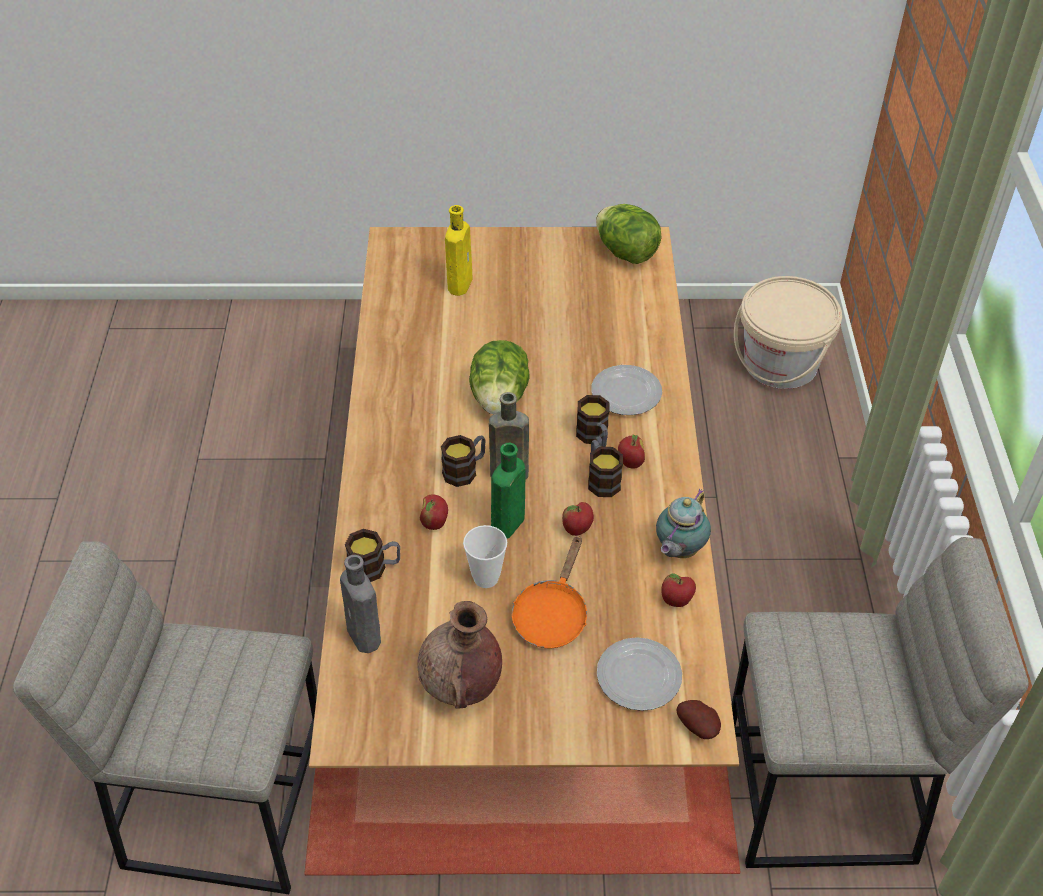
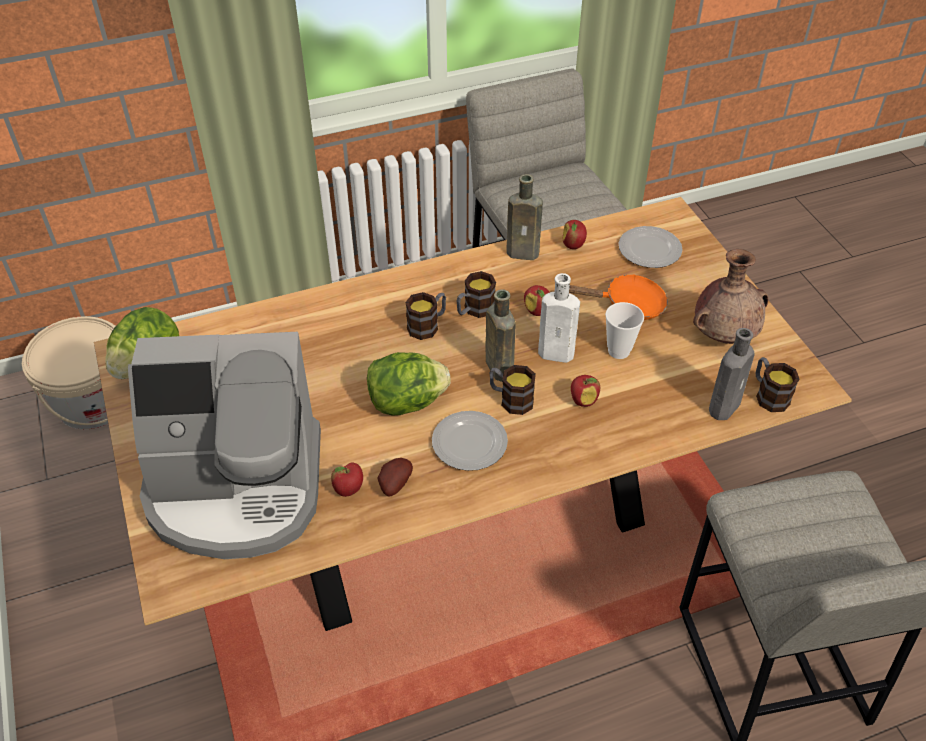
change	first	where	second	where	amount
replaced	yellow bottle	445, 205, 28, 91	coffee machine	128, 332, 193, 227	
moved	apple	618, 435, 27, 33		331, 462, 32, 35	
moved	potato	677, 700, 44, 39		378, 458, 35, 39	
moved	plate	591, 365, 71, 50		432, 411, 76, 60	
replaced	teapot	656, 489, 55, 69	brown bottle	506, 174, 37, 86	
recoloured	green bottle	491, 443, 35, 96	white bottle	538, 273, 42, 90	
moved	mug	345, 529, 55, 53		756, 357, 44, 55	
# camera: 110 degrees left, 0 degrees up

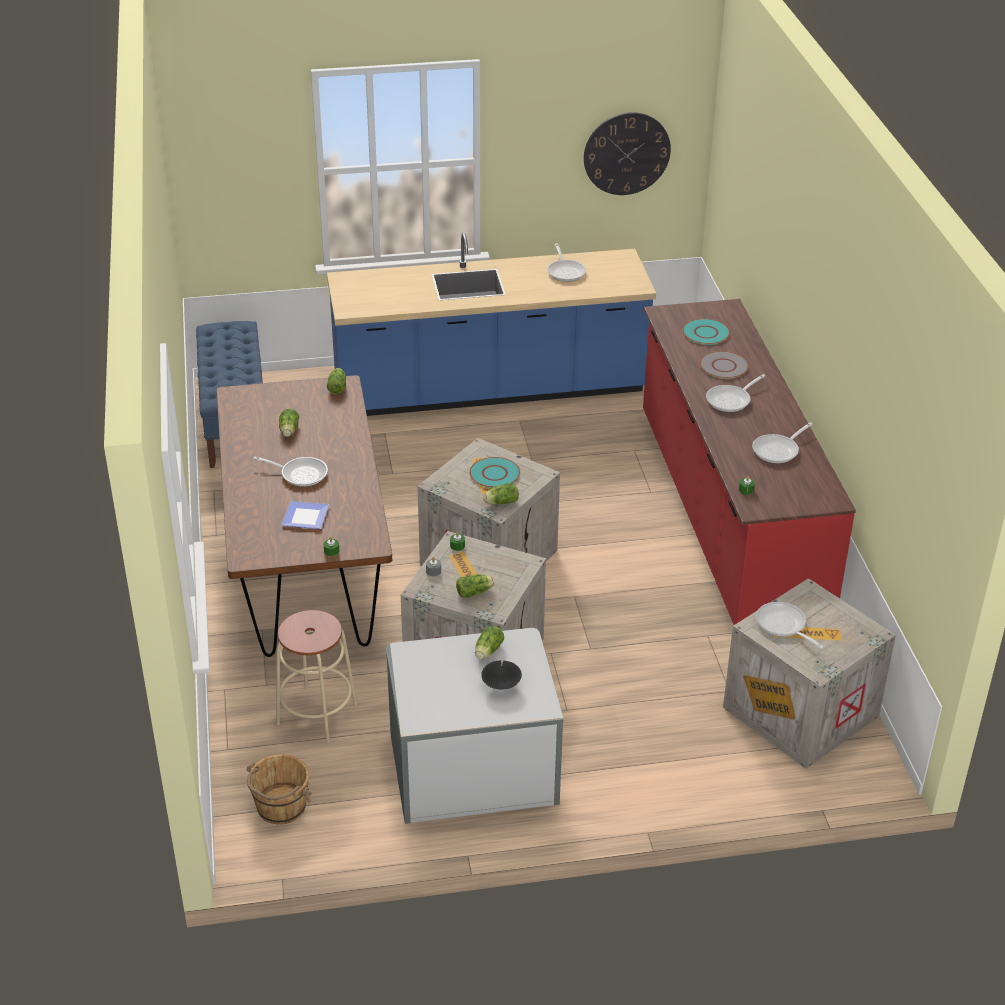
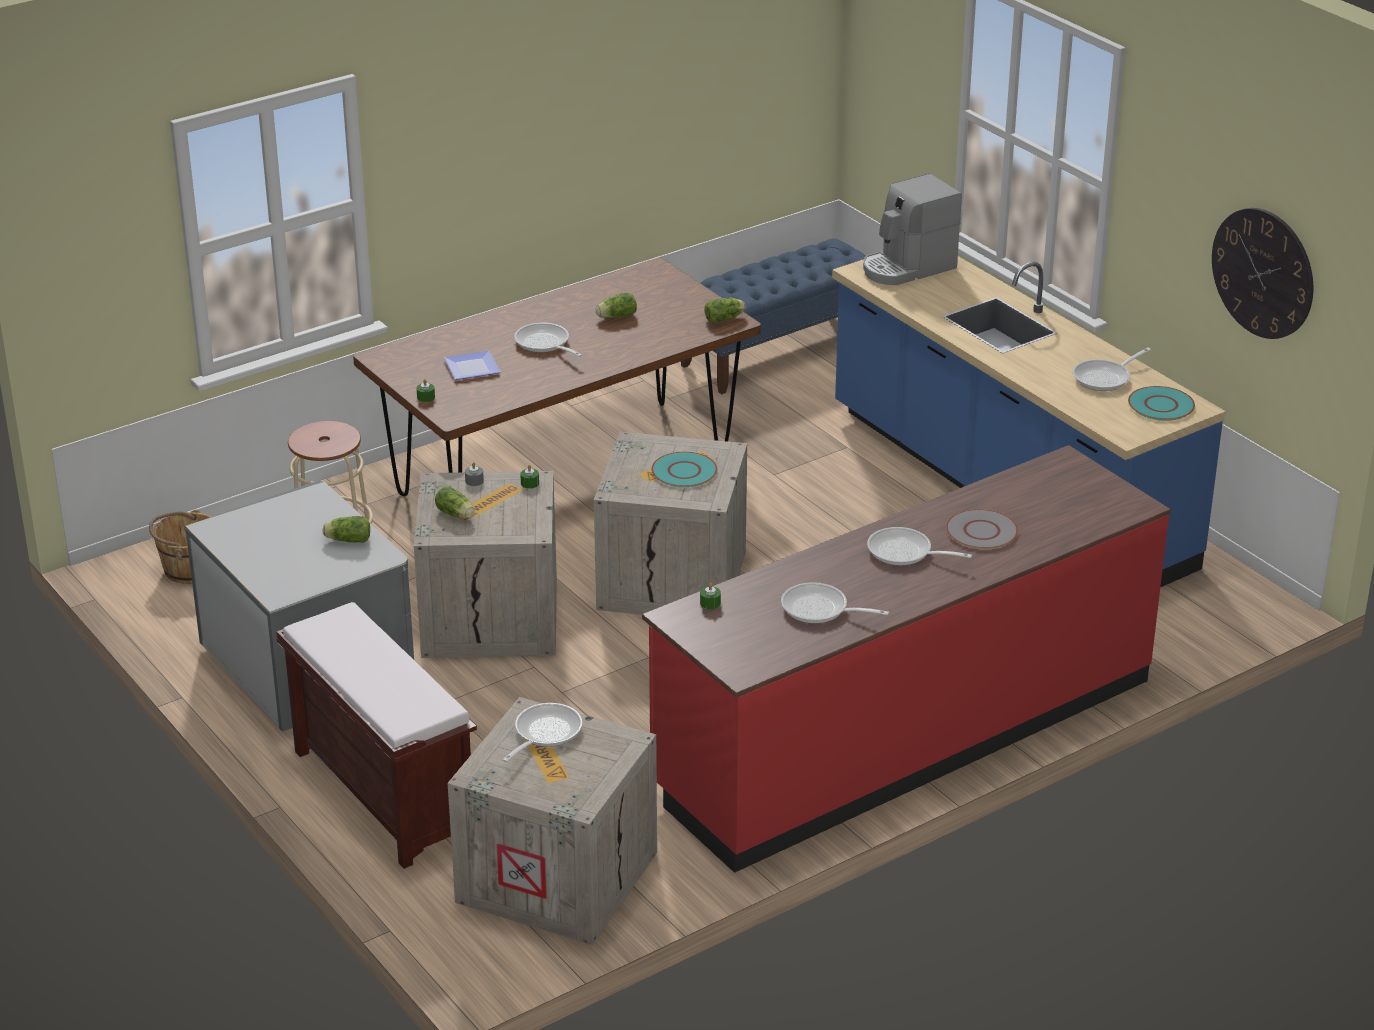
change	first	where	second	where	amount
added			brown bench	276, 602, 201, 267	
turned	frying pan	253, 457, 75, 30		514, 323, 68, 34	150 degrees clockwise
added			coffee machine	863, 174, 99, 111	
moved	turquoise plate	682, 319, 48, 26		1128, 386, 67, 35	
removed	black bowl	481, 660, 41, 29			
removed	lettuce	483, 483, 36, 22			
# camera: 65 degrees right, 5 degrees down

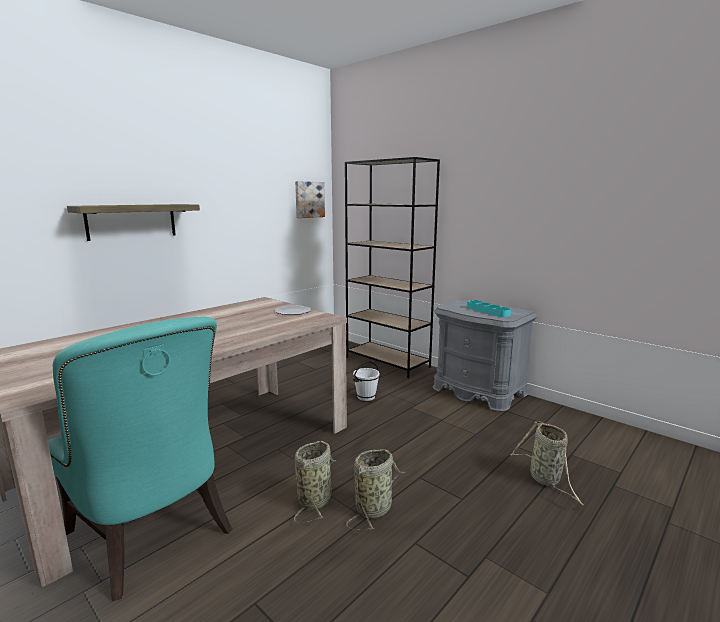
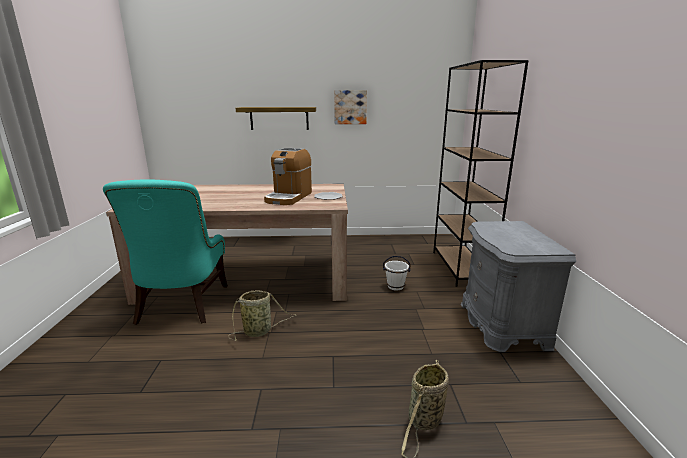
change	first	where	second	where	amount
added			coffee machine	264, 148, 48, 57	
moved	picture	295, 181, 30, 37		334, 90, 33, 34	
removed	basket	346, 449, 60, 81			
removed	turquoise tray	467, 300, 44, 17			
# camera: 45 degrees right, 5 degrees up

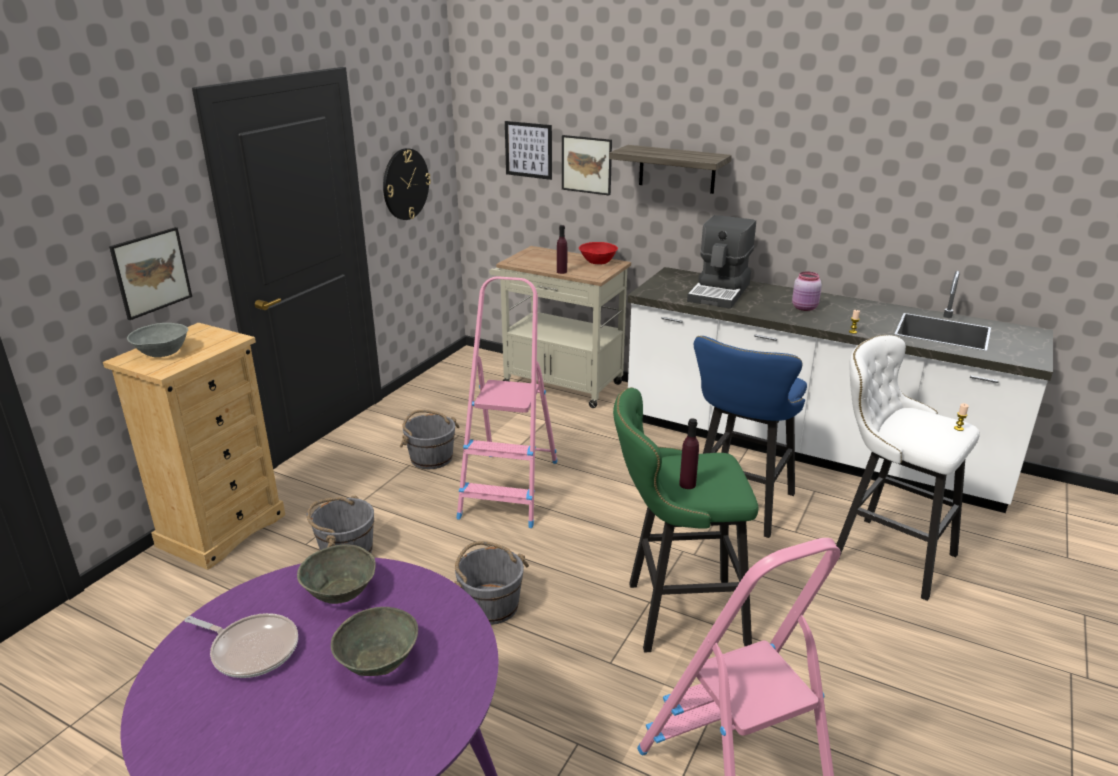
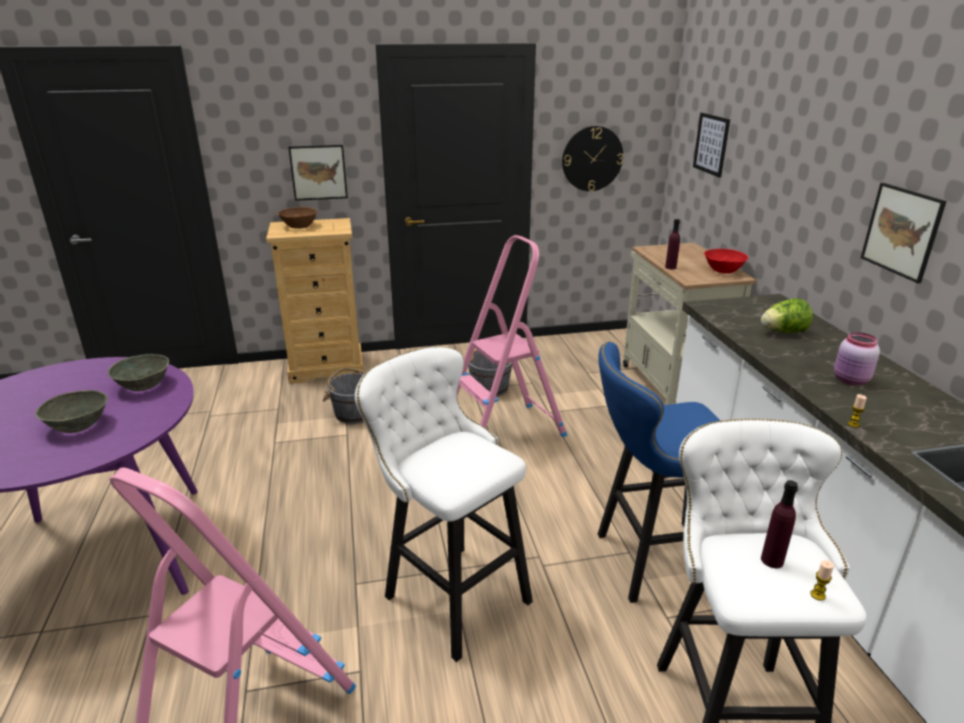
change	first	where	second	where	amount
recoloured	grey bowl	127, 323, 61, 34	brown bowl	277, 207, 41, 22	
recoloured	green stool	613, 387, 145, 266	white stool	355, 346, 178, 316	
replaced	coffee machine	687, 215, 69, 94	lettuce	761, 298, 52, 35	
moved	purple bottle	679, 418, 20, 71		761, 480, 37, 88	
moved	picture	562, 135, 50, 61		861, 183, 86, 100	
removed	frying pan	185, 613, 113, 65			
removed	grey bucket	454, 541, 75, 84			
removed	shelf	609, 145, 123, 49			
# camera: 50 degrees right, 0 degrees up

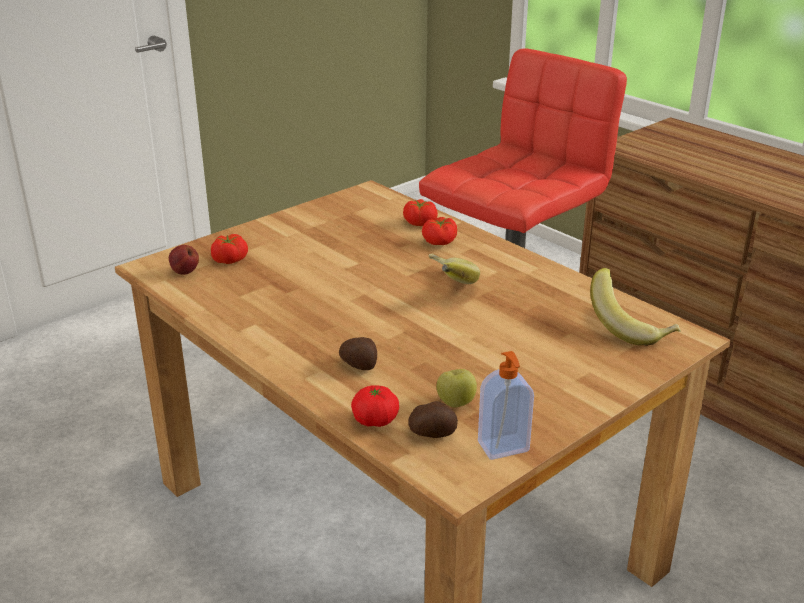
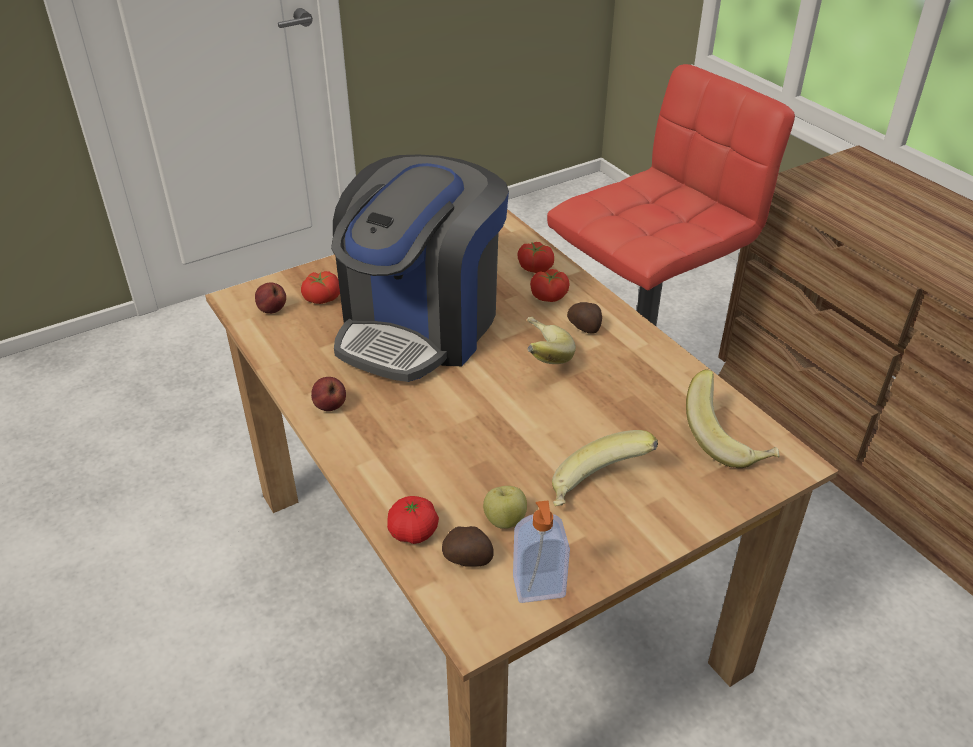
change	first	where	second	where	amount
added			apple	311, 377, 35, 34	
added			coffee machine	331, 155, 178, 227	
added			banana	552, 430, 106, 76	
moved	potato	339, 337, 38, 33		567, 302, 35, 32	
# camera: 10 degrees right, 10 degrees up

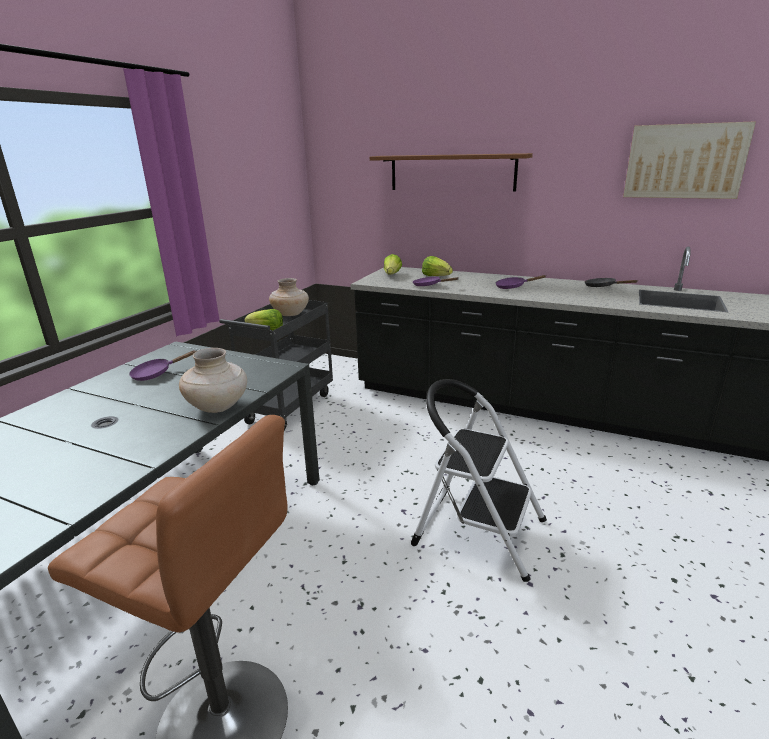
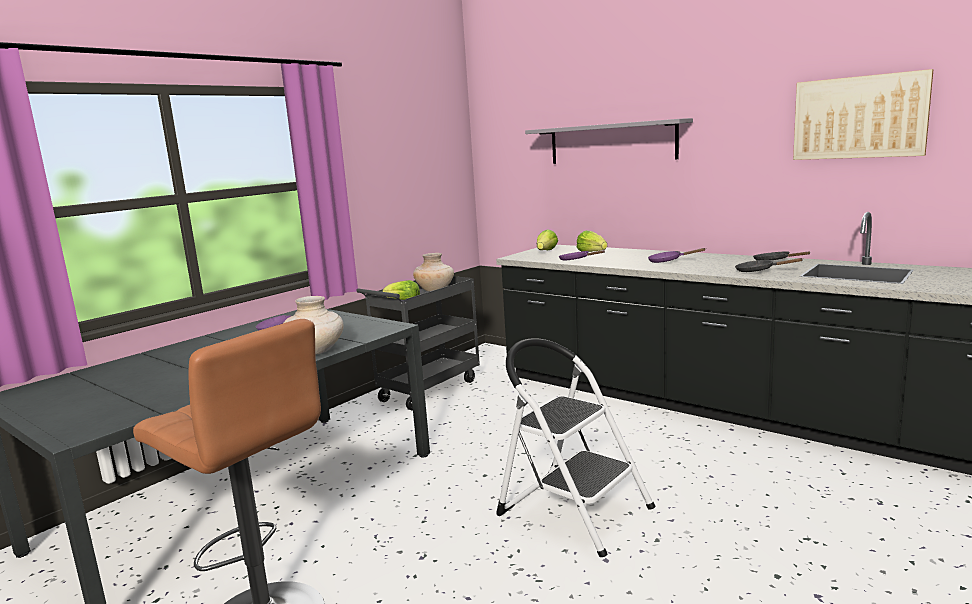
change	first	where	second	where	amount
recoloured	brown shelf	370, 153, 163, 39	grey shelf	525, 118, 168, 46	
added			black frying pan	735, 258, 67, 14	
# camera: 15 degrees right, 10 degrees down

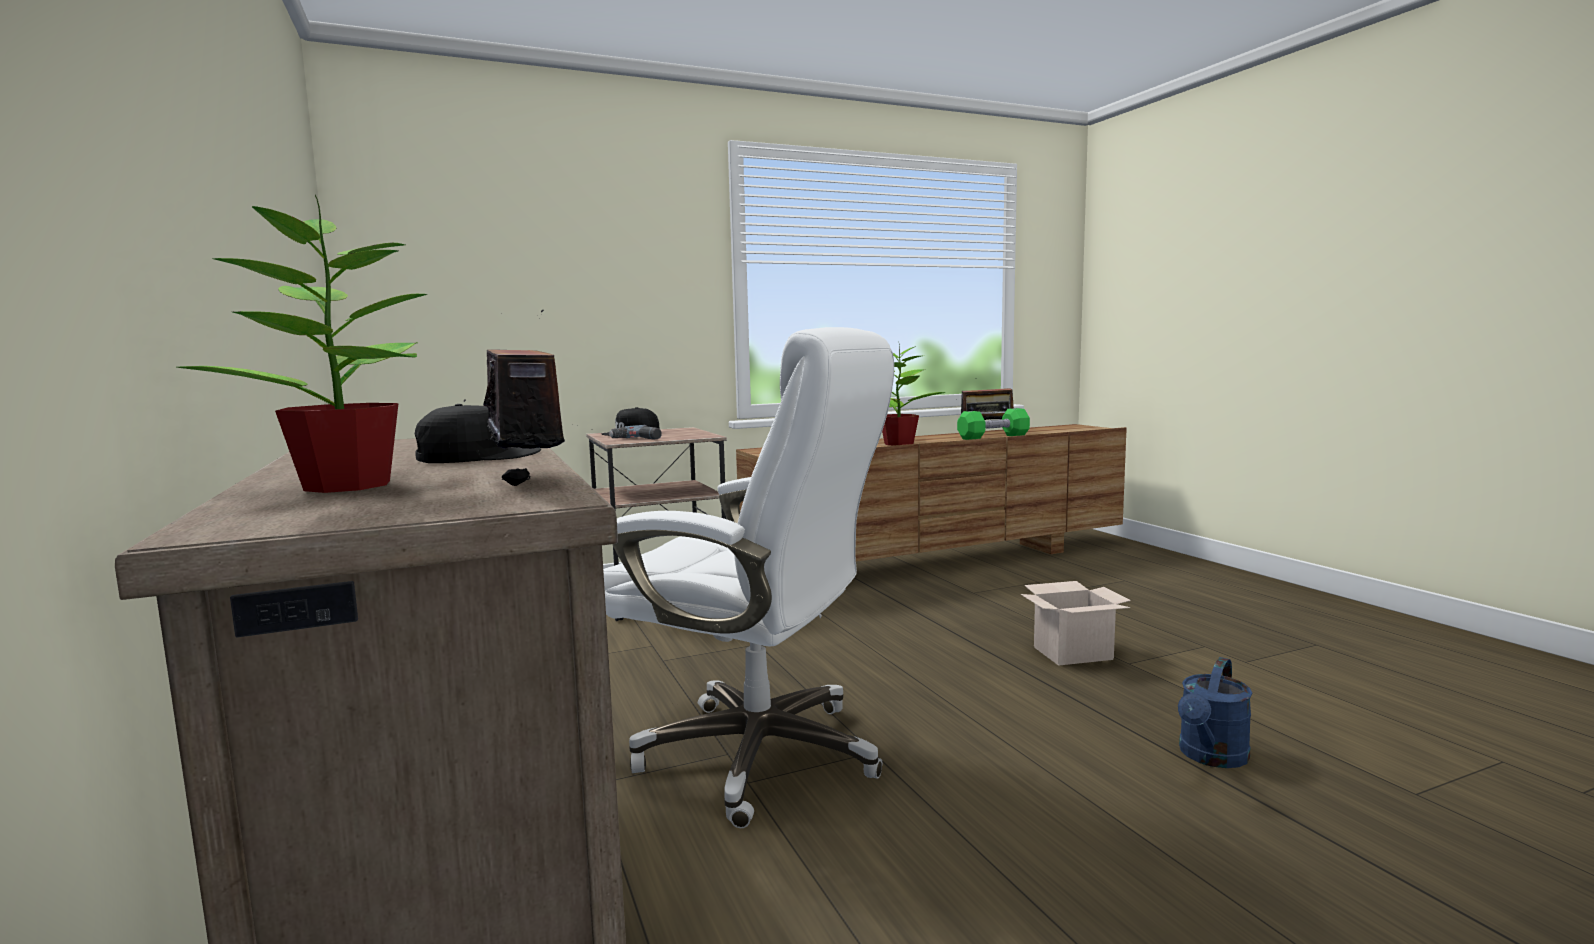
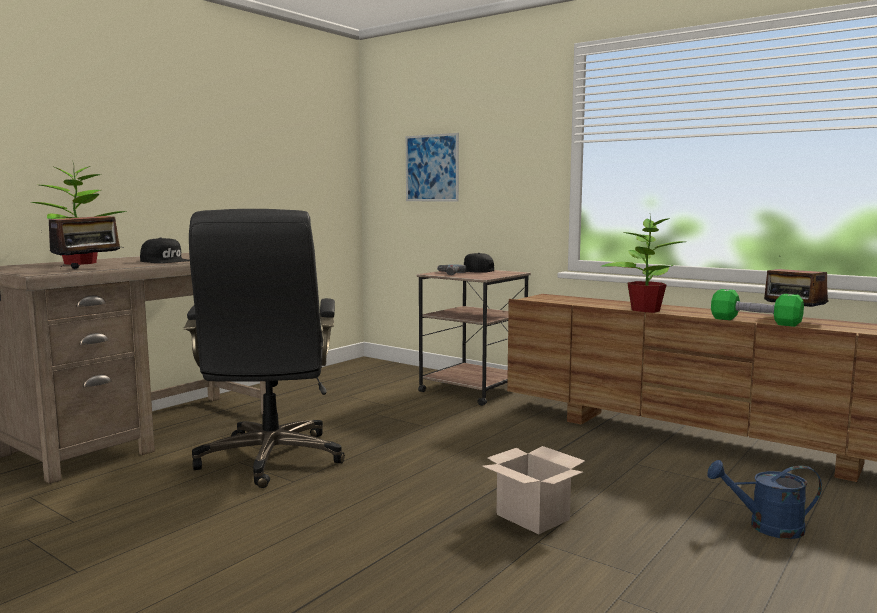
change	first	where	second	where	amount
recoloured	white office chair	603, 327, 291, 501	black office chair	183, 209, 162, 279	
added			picture	406, 133, 53, 68	
moved	blue watering can	1178, 657, 75, 111		707, 460, 115, 79	
# camera: 60 degrees right, 0 degrees up

